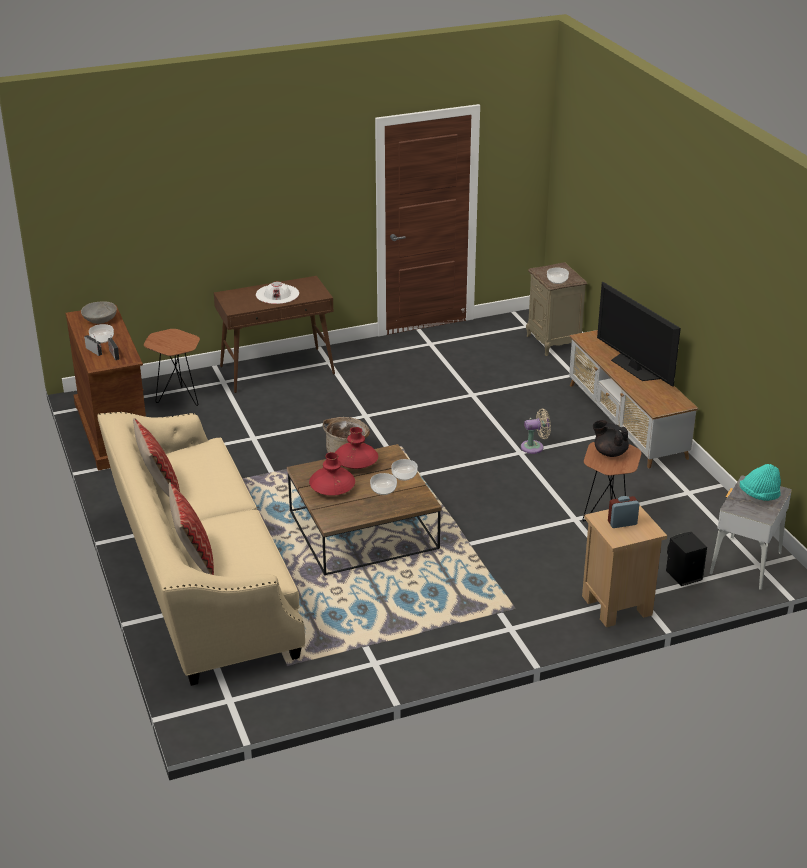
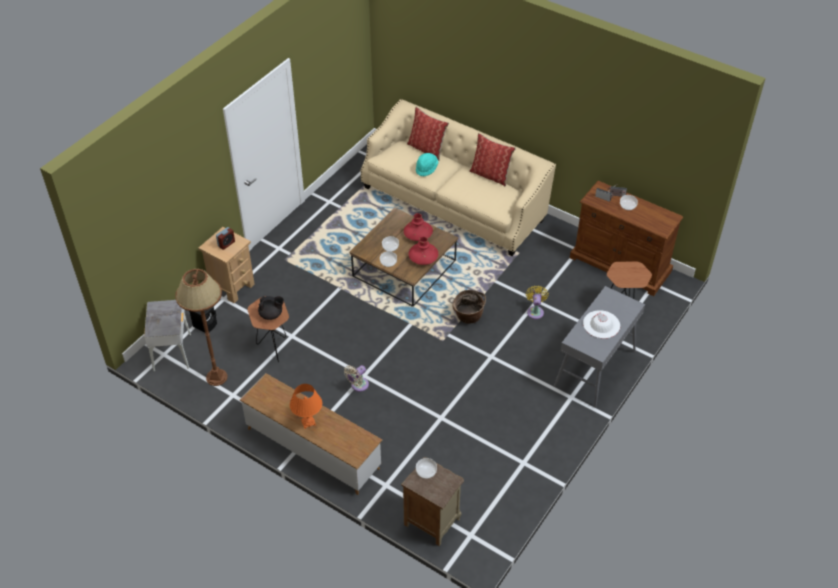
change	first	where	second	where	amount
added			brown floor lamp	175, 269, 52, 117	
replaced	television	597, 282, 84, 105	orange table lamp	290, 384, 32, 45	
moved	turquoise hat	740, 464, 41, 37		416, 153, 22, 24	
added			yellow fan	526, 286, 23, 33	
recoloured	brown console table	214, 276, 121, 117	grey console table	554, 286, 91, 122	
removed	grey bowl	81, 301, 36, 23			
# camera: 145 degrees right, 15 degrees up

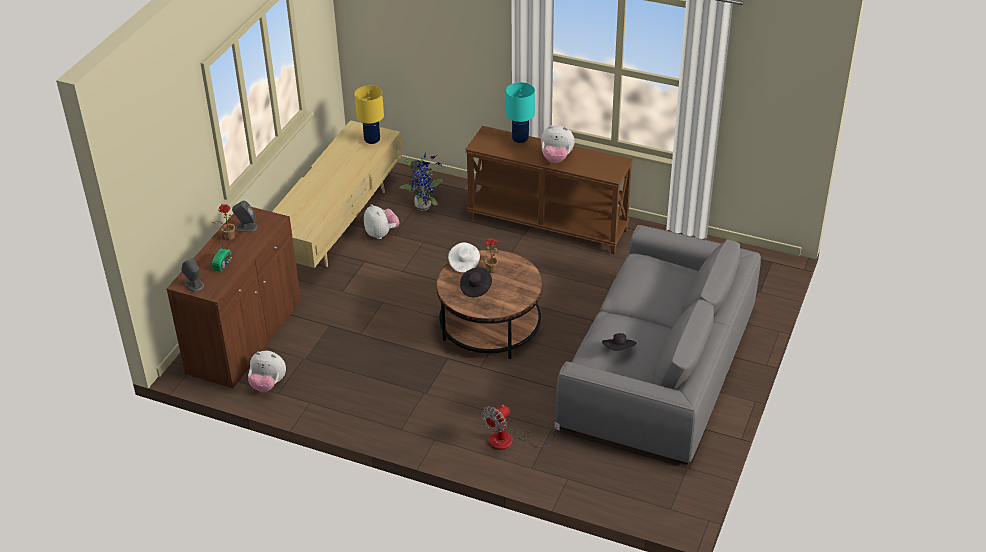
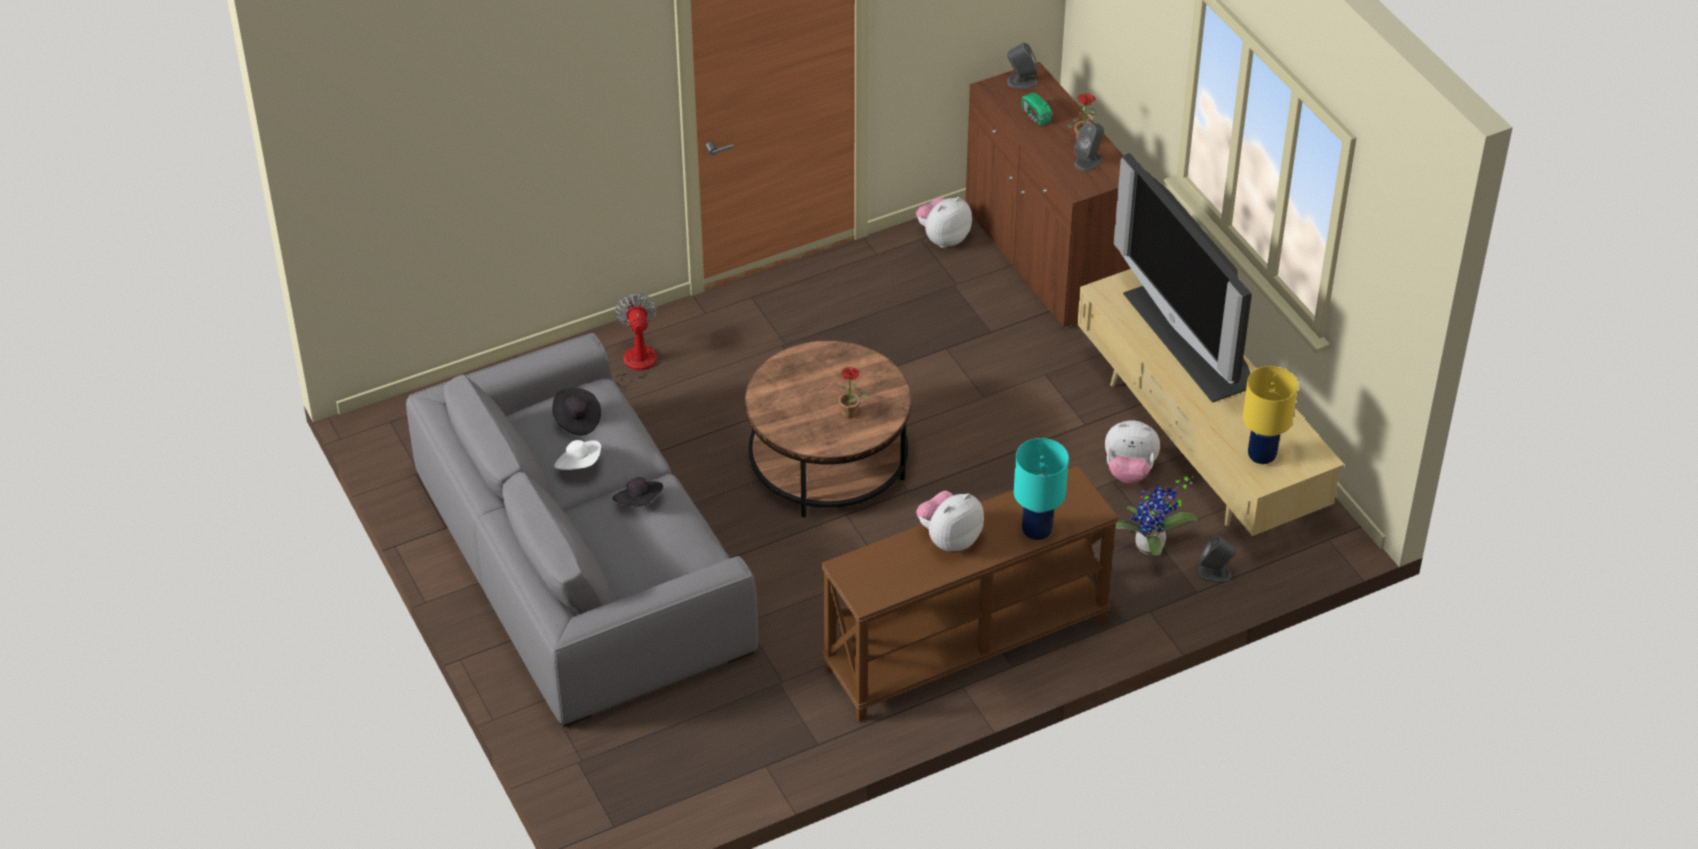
change	first	where	second	where	amount
moved	white hat	448, 242, 32, 30		554, 440, 47, 30	
moved	black hat	460, 267, 32, 30		613, 477, 50, 30	
added			television	1113, 153, 139, 250	
# camera: 130 degrees right, 5 degrees up

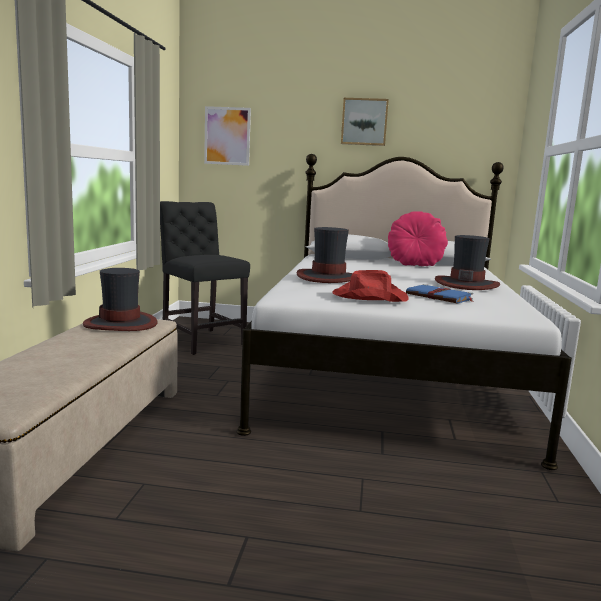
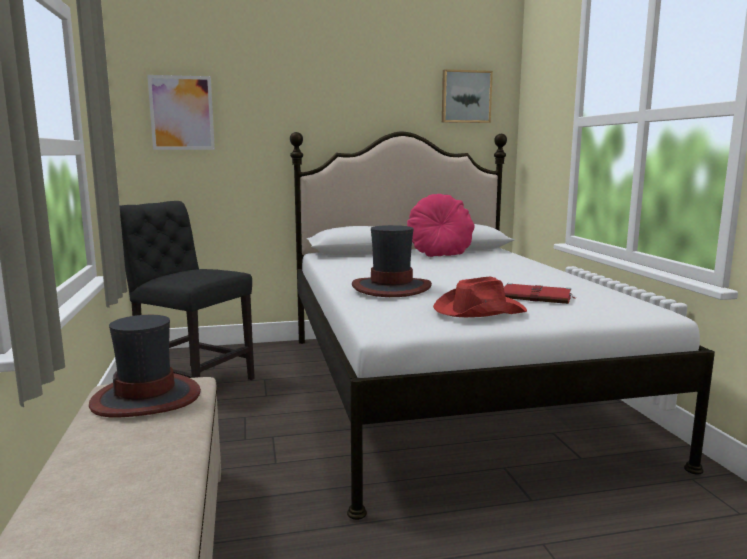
change	first	where	second	where	amount
moved	picture	341, 98, 48, 48		442, 69, 51, 54	
recoloured	blue book	406, 284, 67, 20	red book	504, 283, 73, 21	
removed	hat	435, 235, 65, 55			
# camera: 20 degrees left, 0 degrees up

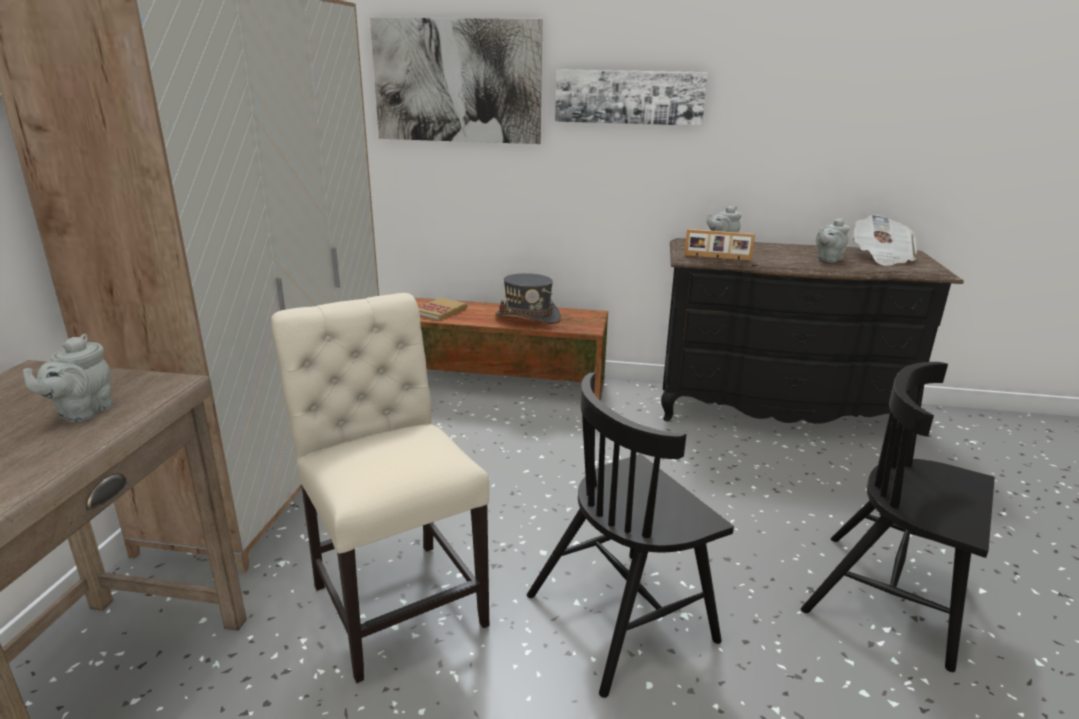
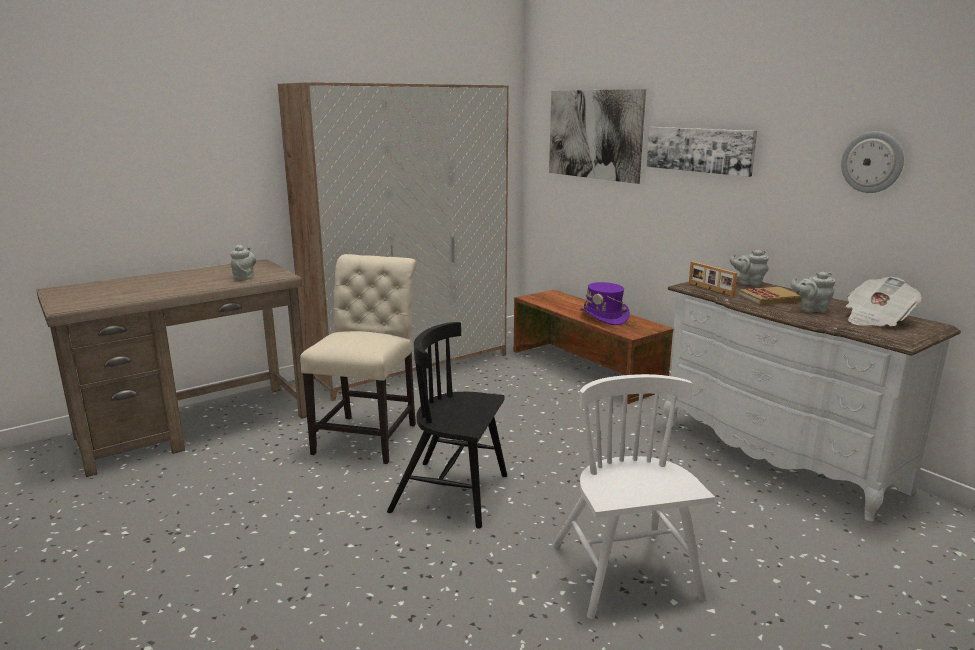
change	first	where	second	where	amount
turned	grey teapot	22, 334, 91, 88		230, 245, 26, 35	120 degrees clockwise
recoloured	black chair	801, 362, 194, 310	white chair	553, 374, 162, 245	
recoloured	grey hat	495, 273, 66, 51	purple hat	580, 282, 50, 43	
recoloured	black dresser	661, 238, 303, 200	white dresser	664, 276, 297, 246	
moved	book	418, 298, 49, 23		738, 287, 64, 18	
added			wall clock	841, 131, 63, 62	
# camera: 45 degrees right, 5 degrees down

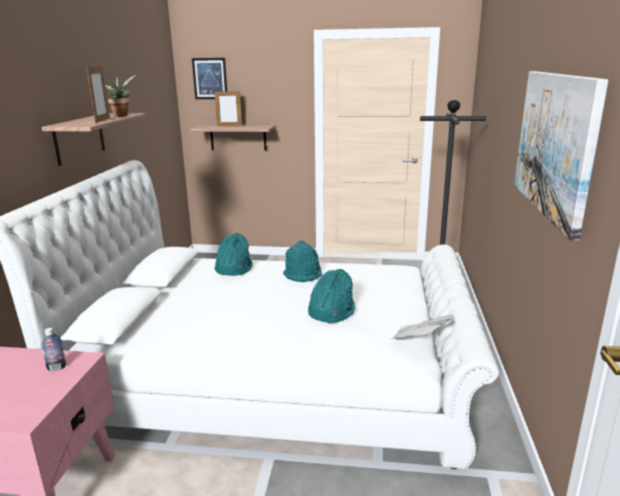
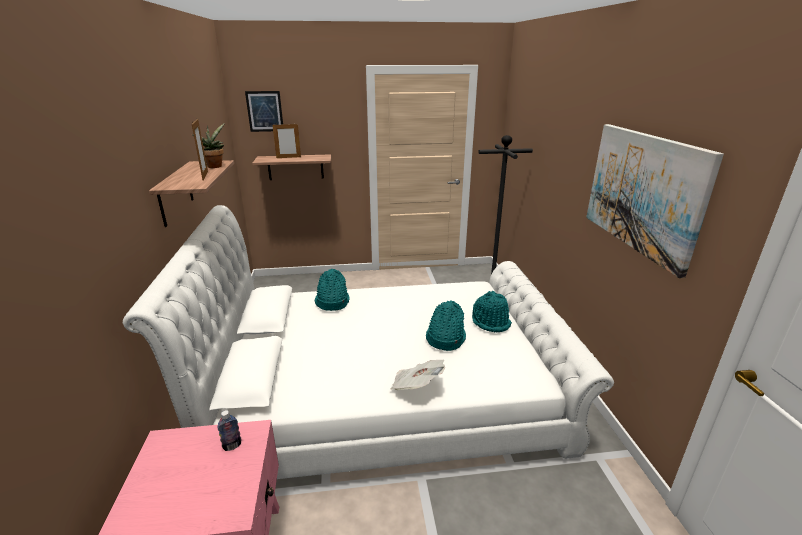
change	first	where	second	where	amount
moved	newspaper	391, 315, 62, 24		390, 360, 55, 30	
moved	turquoise hat	283, 240, 39, 42		472, 291, 40, 42	
# camera: 15 degrees left, 5 degrees up

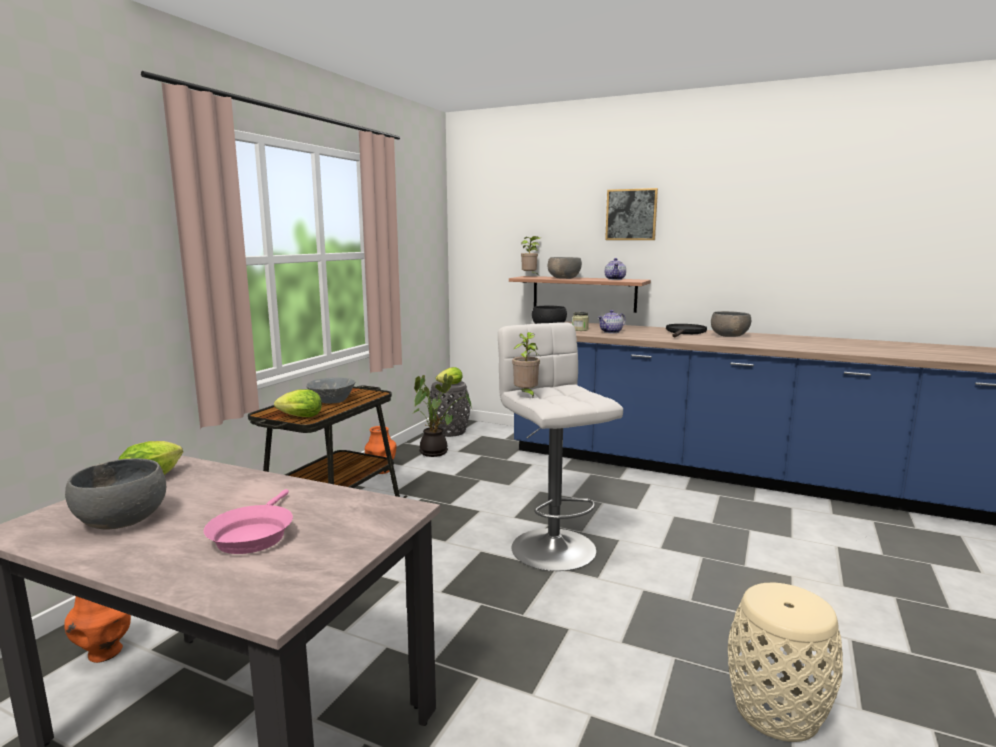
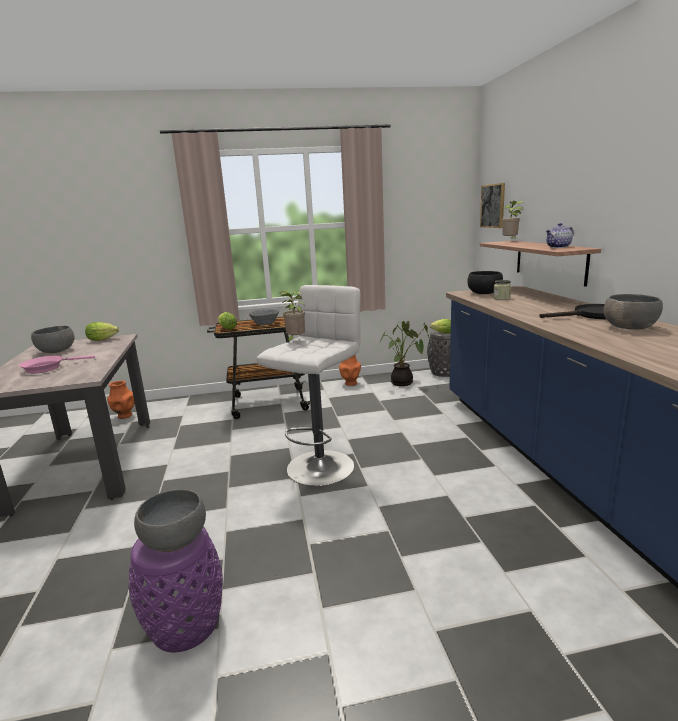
change	first	where	second	where	amount
recoloured	beige stool	728, 583, 115, 159	purple stool	129, 527, 94, 125	
moved	grey bowl	548, 257, 34, 22		134, 489, 72, 63	
moved	picture	605, 188, 53, 52		480, 183, 25, 45	
removed	teapot	598, 310, 28, 23			
# camera: 55 degrees right, 5 degrees up

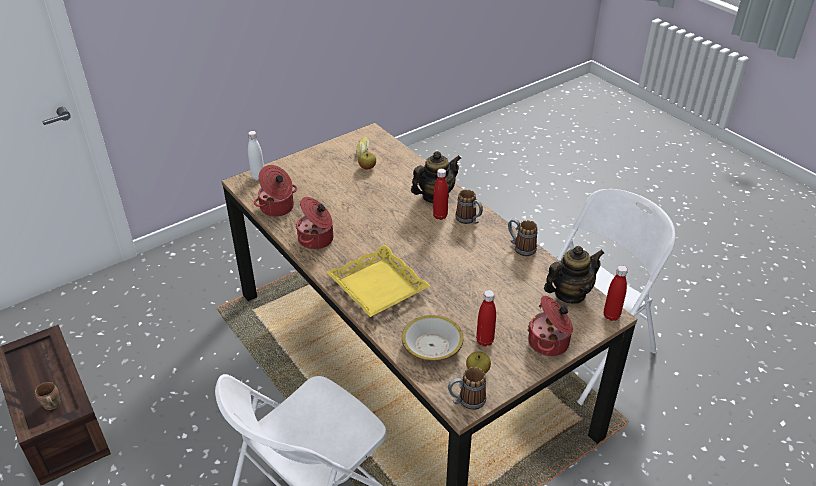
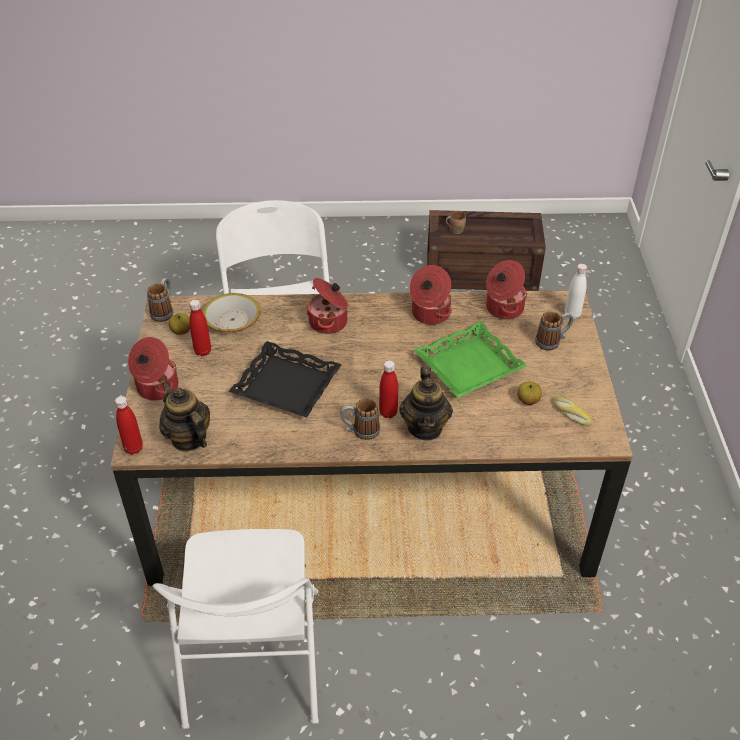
change	first	where	second	where	amount
turned	teapot	544, 246, 60, 58		159, 381, 51, 70	135 degrees clockwise
added			black tray	229, 341, 113, 77	
replaced	yellow tray	326, 245, 104, 72	cooking pot	306, 278, 42, 56	
added			green tray	414, 321, 113, 77	
moved	mug	508, 219, 30, 37		535, 311, 38, 40	
# camera: 125 degrees right, 5 degrees up

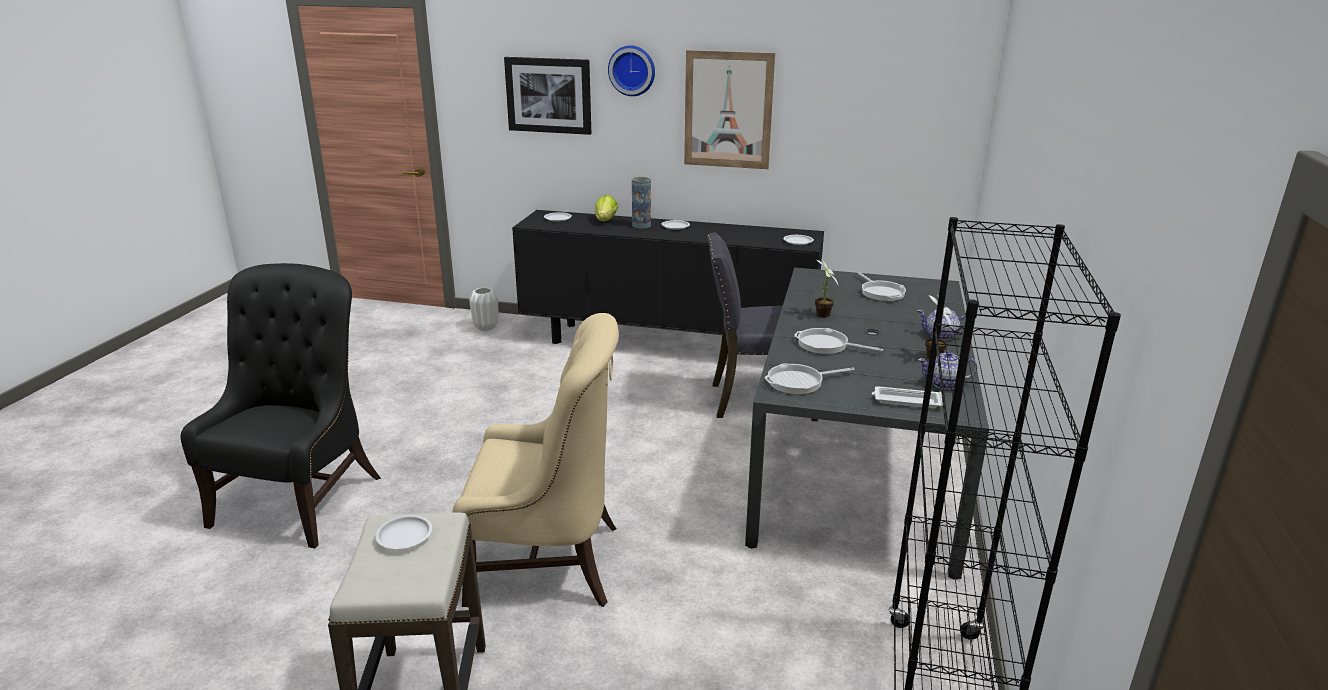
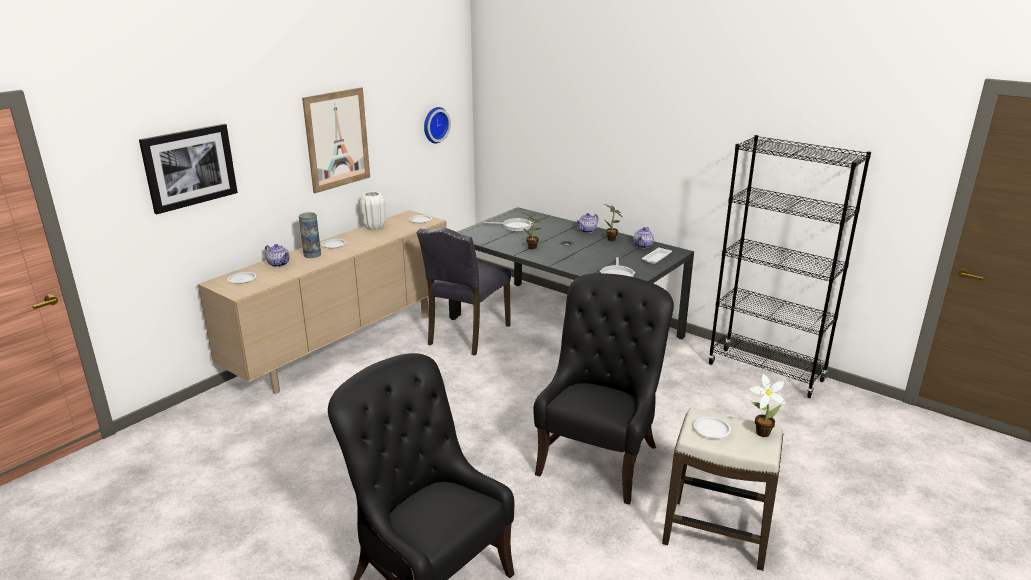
change	first	where	second	where	amount
recoloured	black cabinet	512, 210, 312, 134	beige cabinet	198, 210, 249, 184	
replaced	lettuce	595, 195, 23, 26	teapot	265, 244, 25, 23	
moved	white vase	469, 288, 29, 43		360, 192, 26, 38	
moved	wall clock	608, 45, 47, 51		424, 107, 27, 36	
recoloured	beige chair	452, 313, 167, 294	black chair	533, 273, 141, 232	
added			potted plant	749, 374, 37, 63	
removed	frying pan	794, 328, 89, 26			
# camera: 65 degrees left, 0 degrees up

